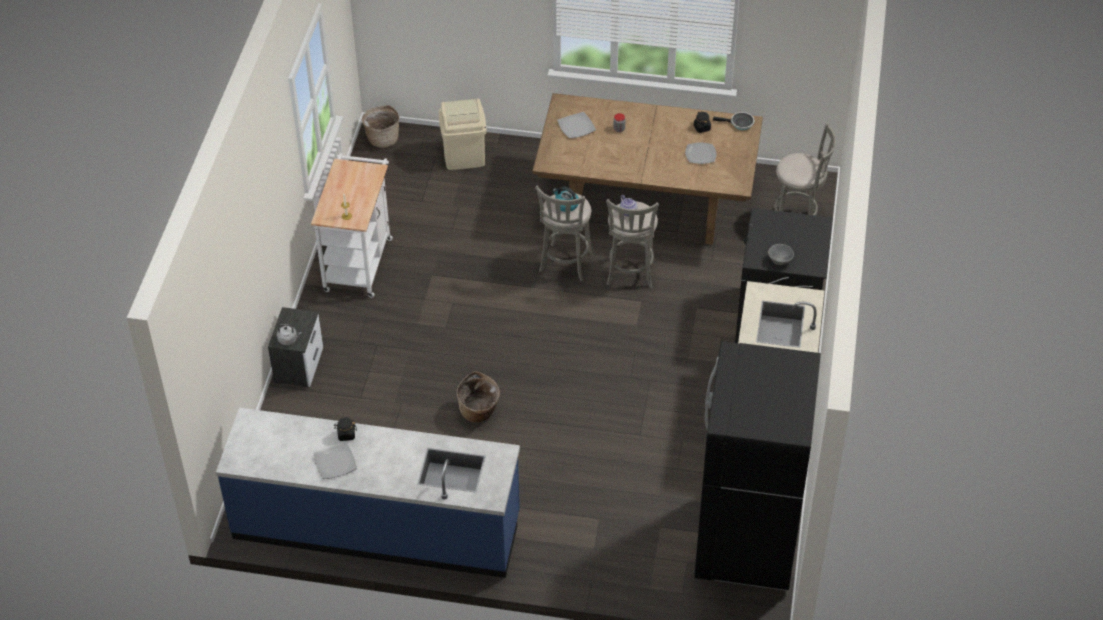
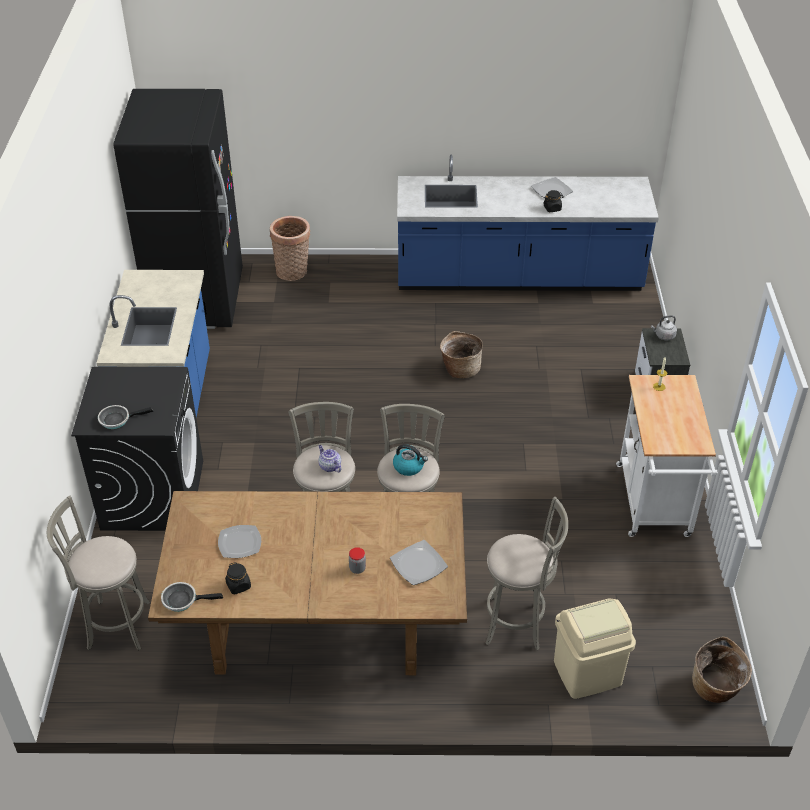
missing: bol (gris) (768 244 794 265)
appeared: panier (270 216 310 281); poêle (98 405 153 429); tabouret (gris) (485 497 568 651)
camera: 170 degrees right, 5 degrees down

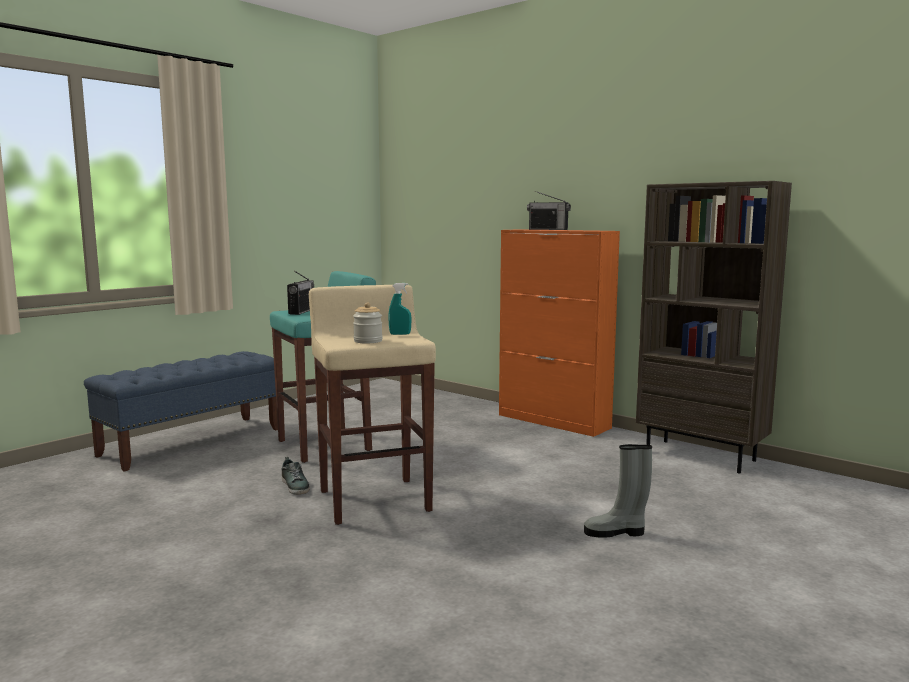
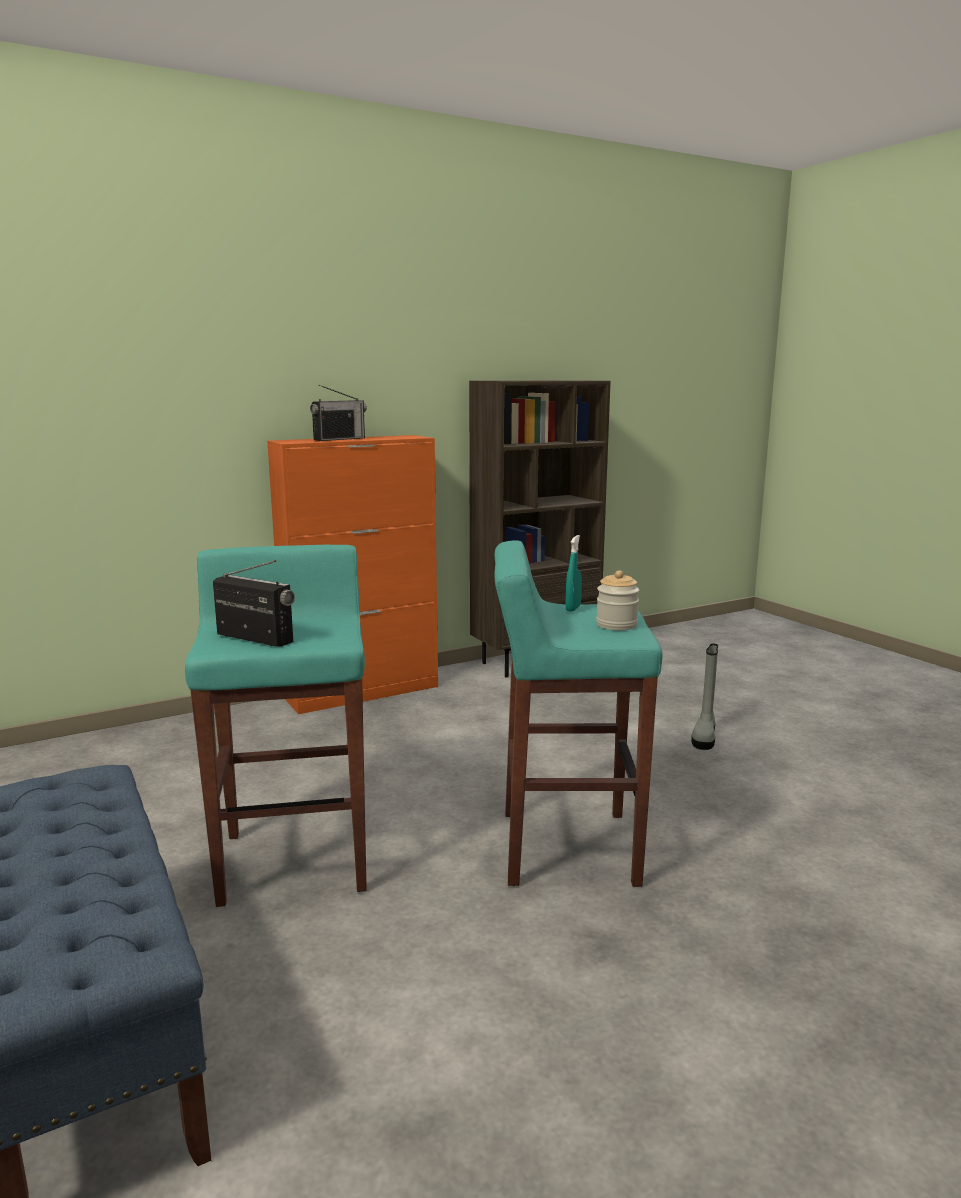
missing: chaussure (282 457 310 495)
colour: tabouret (beige) (309 285 436 525) to tabouret (turquoise) (495 540 662 887)
camera: 70 degrees left, 5 degrees up

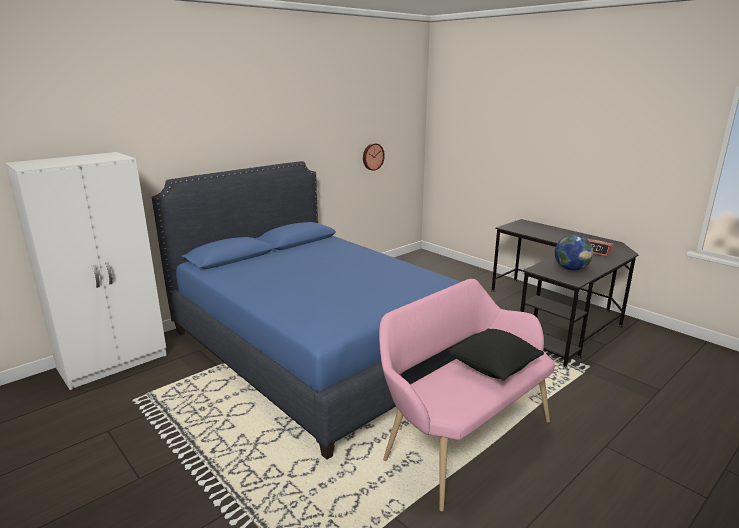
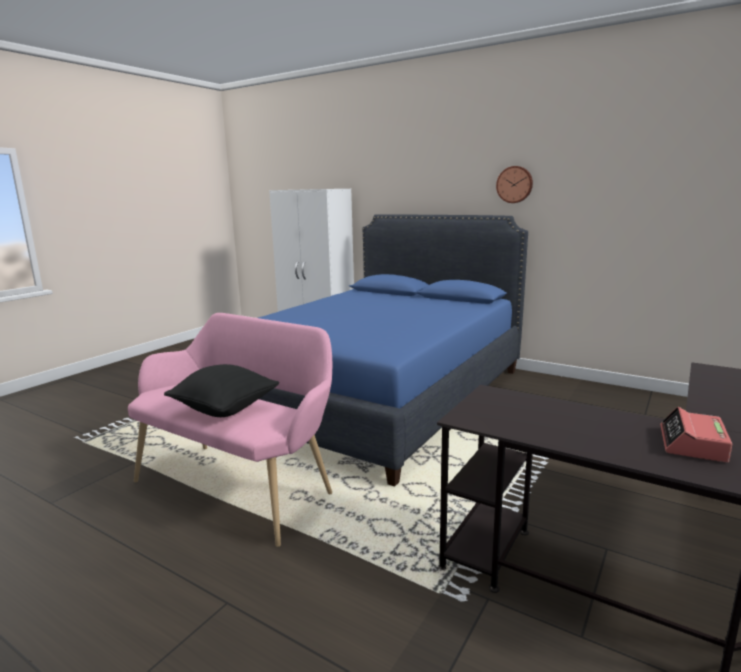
missing: globe (555 235 593 270)
relocated: horloge murale (363 143 385 171) to (496 166 533 203)
camera: 75 degrees right, 5 degrees down

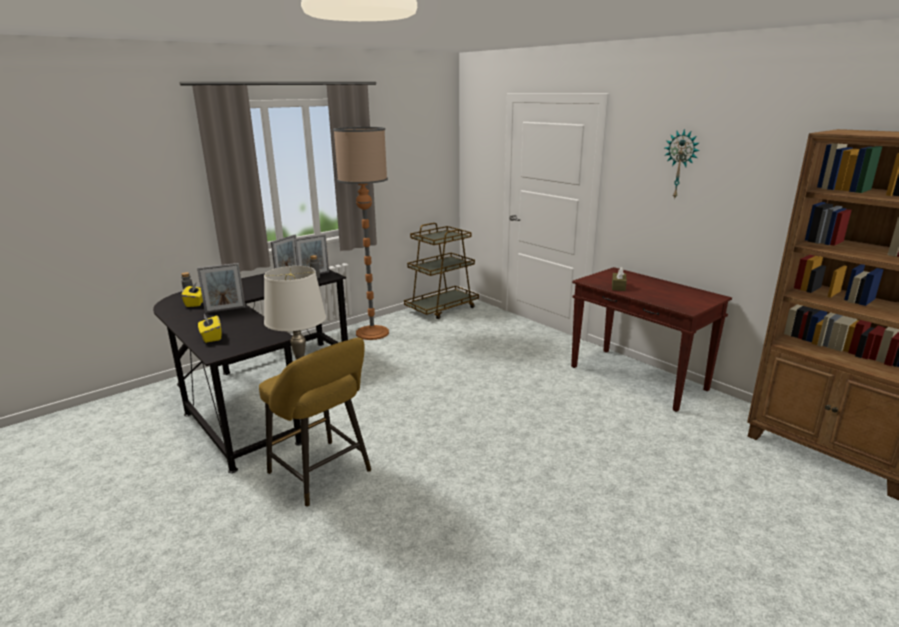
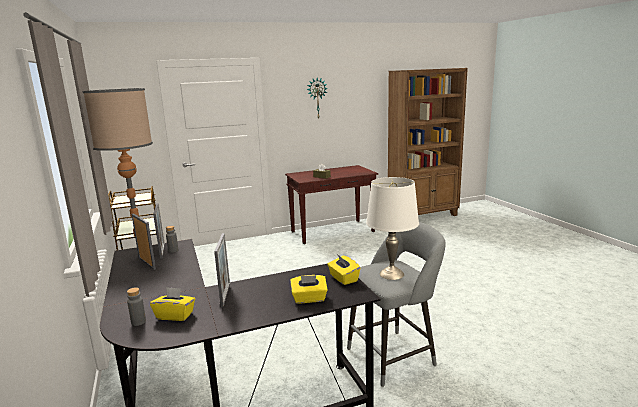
appeared: boîte à mouchoirs (jaune) (327 254 360 285)
colour: tabouret (jaune) (259 338 371 507) to tabouret (gris) (347 222 446 387)
camera: 70 degrees left, 5 degrees down

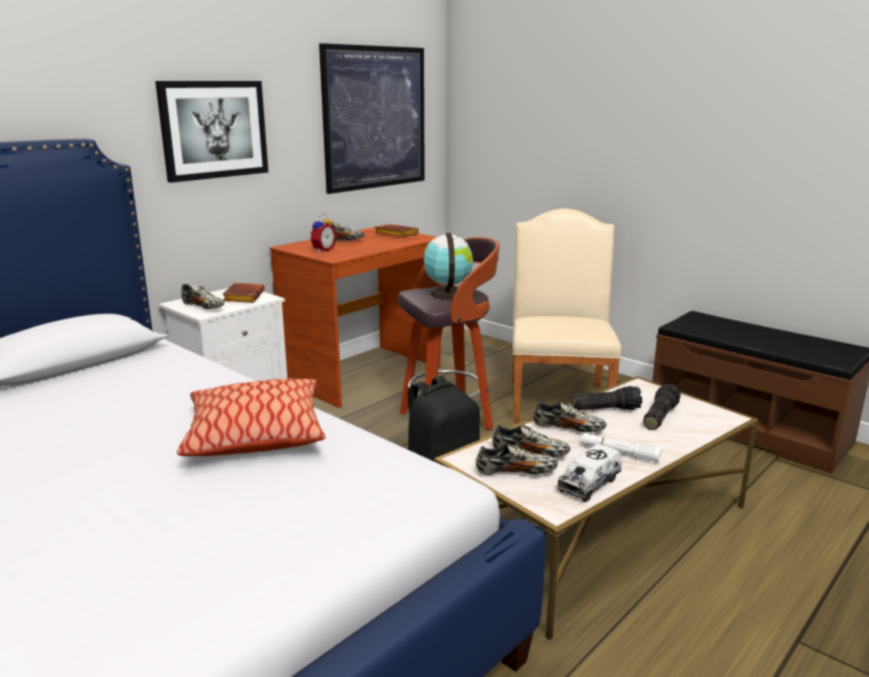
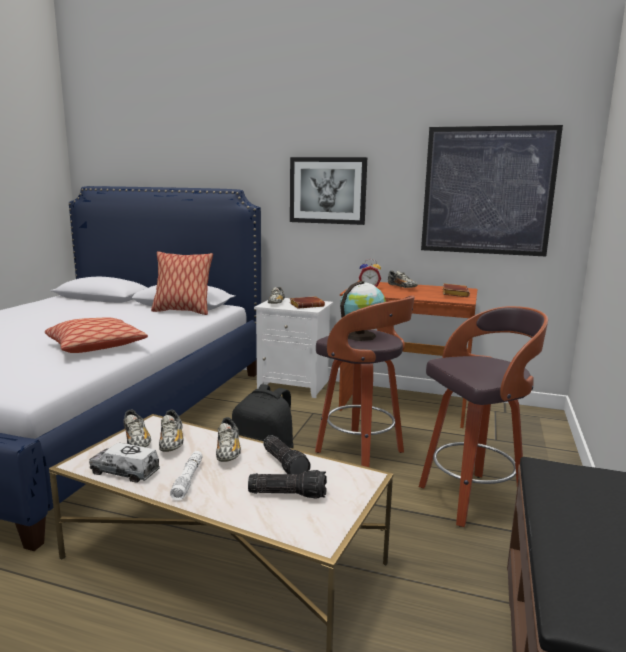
appeared: coussin (151 251 213 315)
exchanged: chaise (beige) (513 209 621 423) to tabouret (419 306 548 527)
camera: 65 degrees right, 5 degrees down

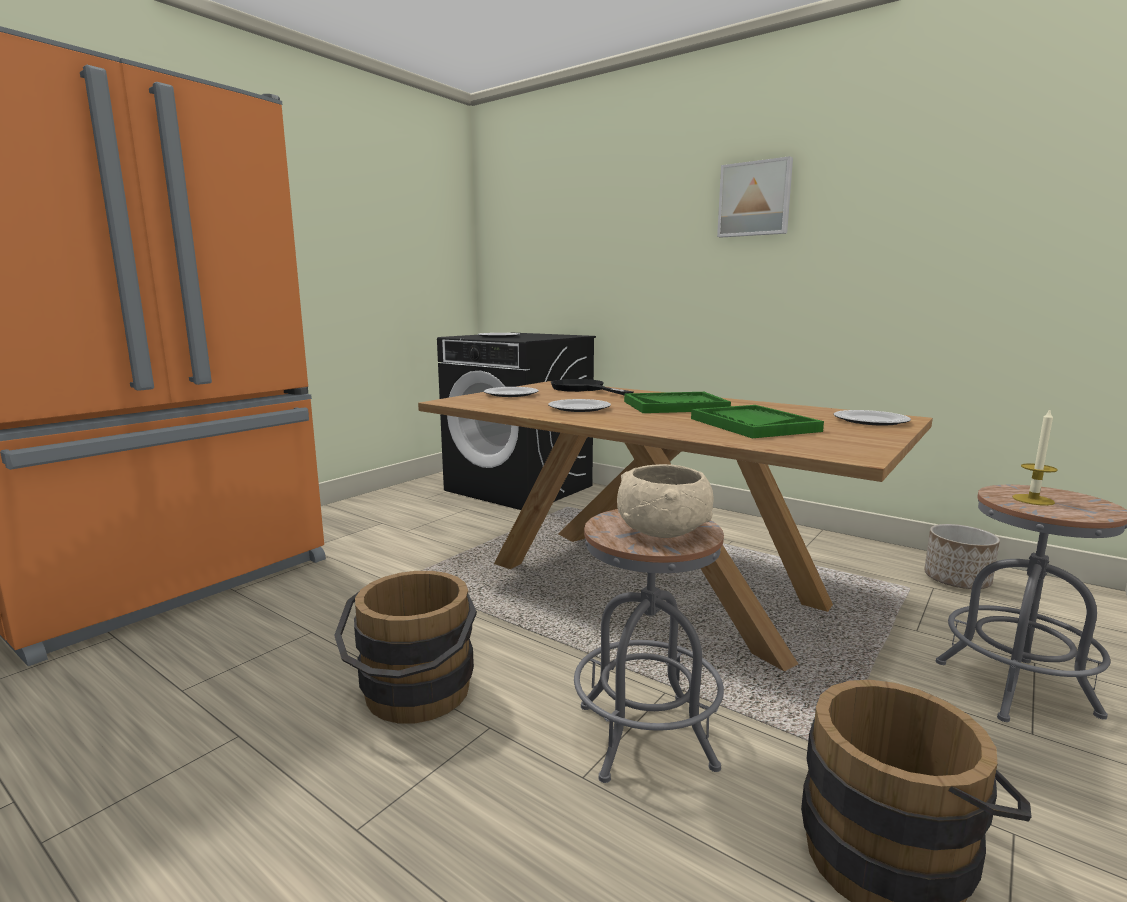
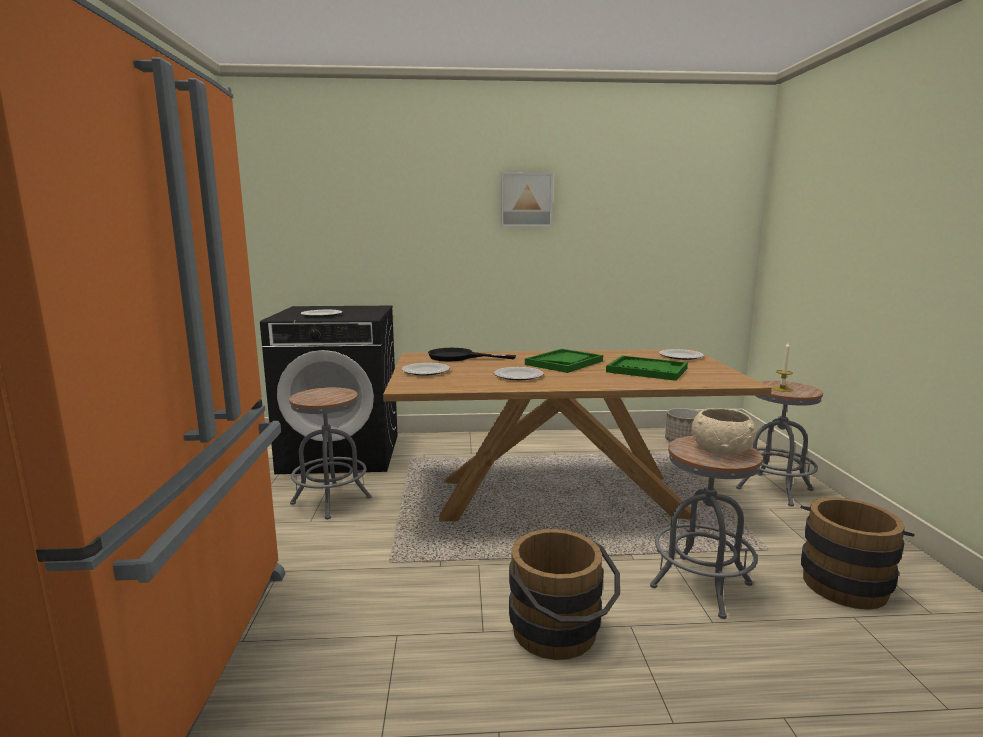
appeared: tabouret (gris) (289 387 371 519)
camera: 40 degrees left, 0 degrees up

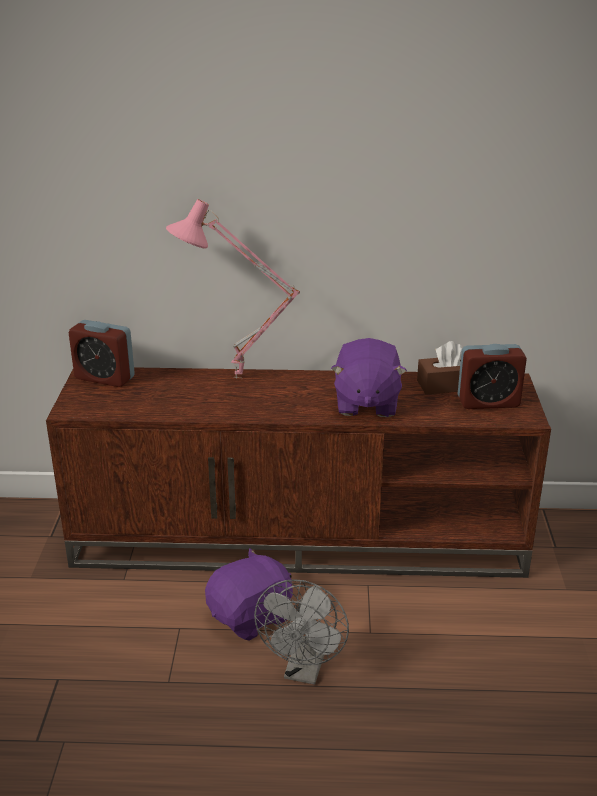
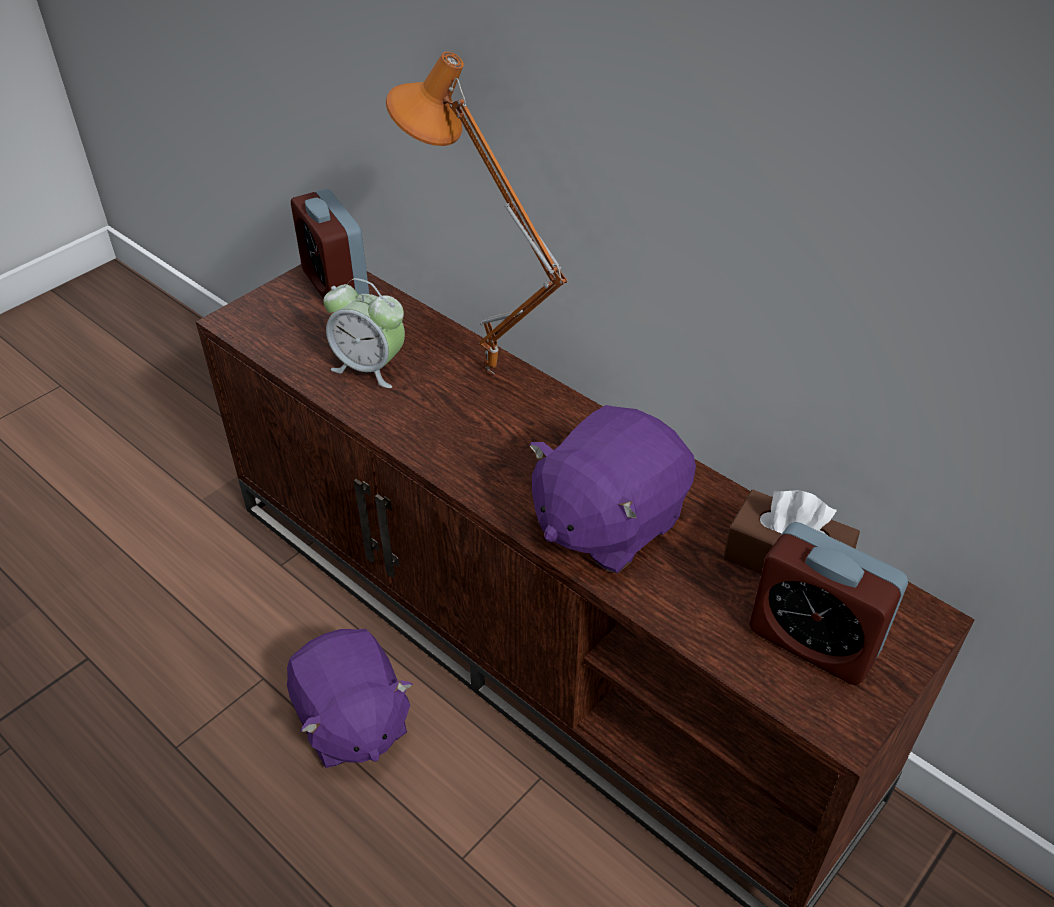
missing: ventilateur (gris) (254 580 349 685)
appeared: réveil (323 278 405 388)
colour: lampe de table (rose) (166 199 300 378) to lampe de table (orange) (386 51 568 375)
spun: peluche (violet) (205 548 293 641) = (287 629 413 768) 60 degrees clockwise
camera: 40 degrees right, 15 degrees up

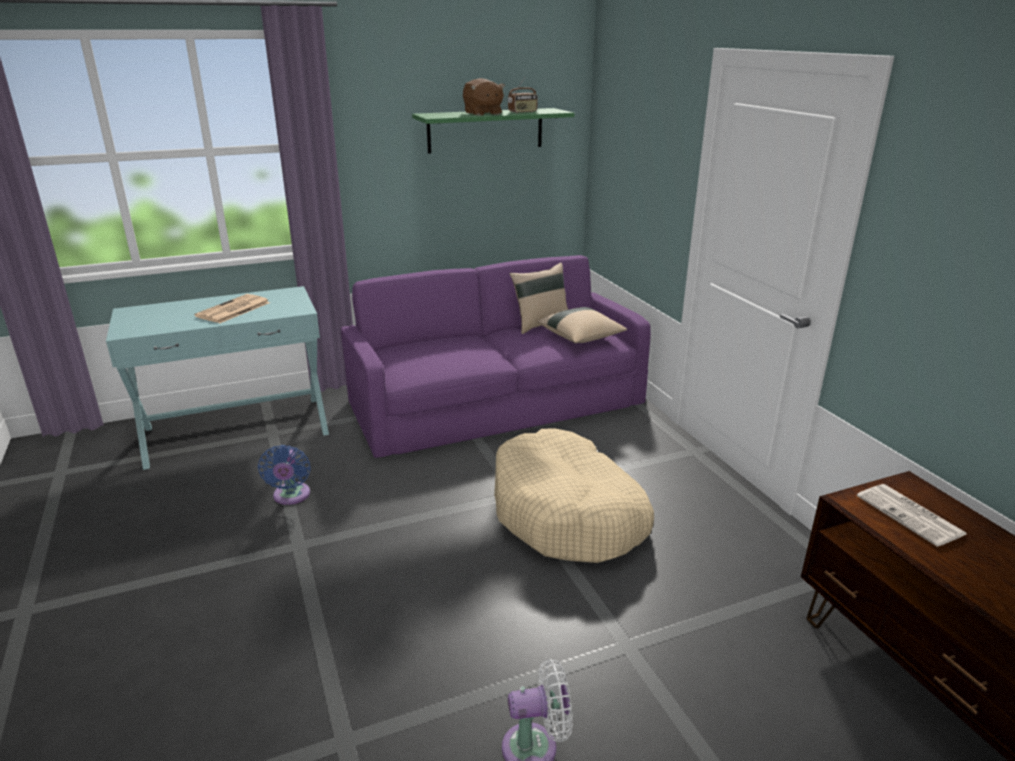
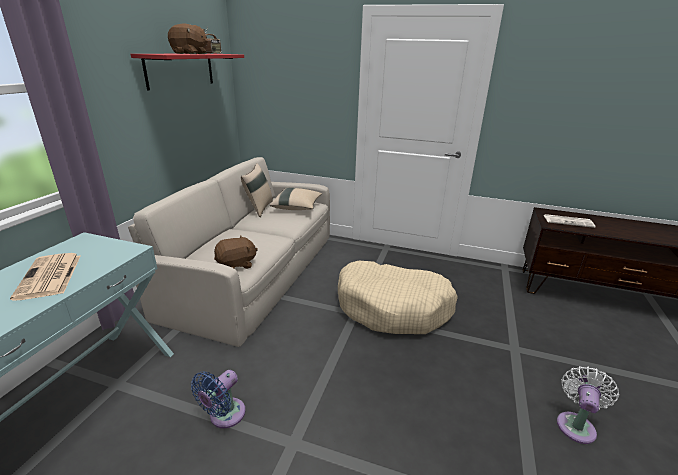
appeared: peluche (marron) (214 235 258 269)
colour: étagère (vert) (412 108 575 154) to étagère (rouge) (131 54 244 91); canapé (violet) (340 255 651 458) to canapé (beige) (128 157 330 347)
spun: ventilateur (bleu) (258 445 311 505) = (191 370 246 428) 90 degrees clockwise
camera: 50 degrees left, 0 degrees up

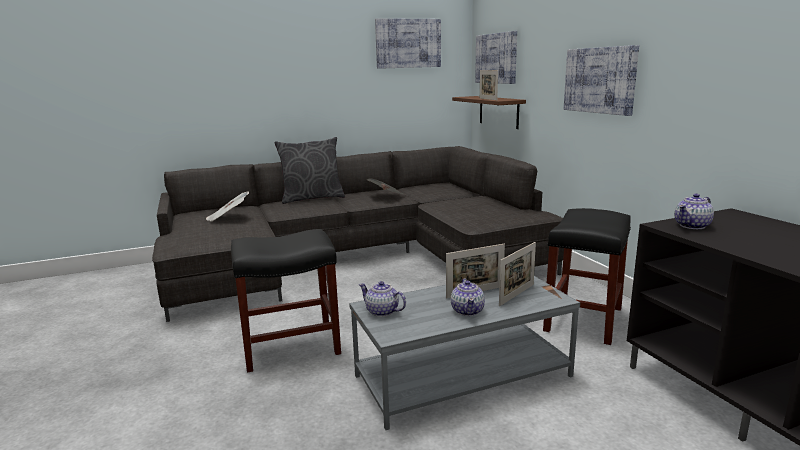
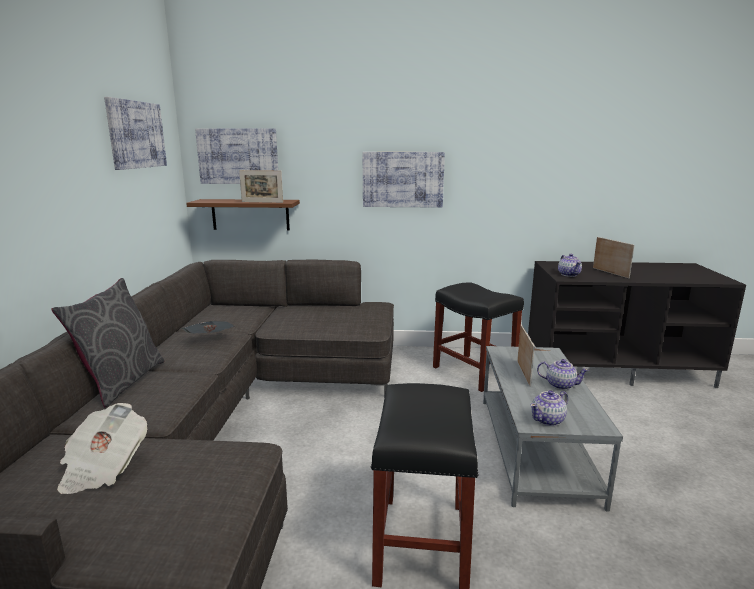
relocated: cadre photo (499 242 536 306) to (593 237 635 278)
camera: 65 degrees left, 0 degrees up

